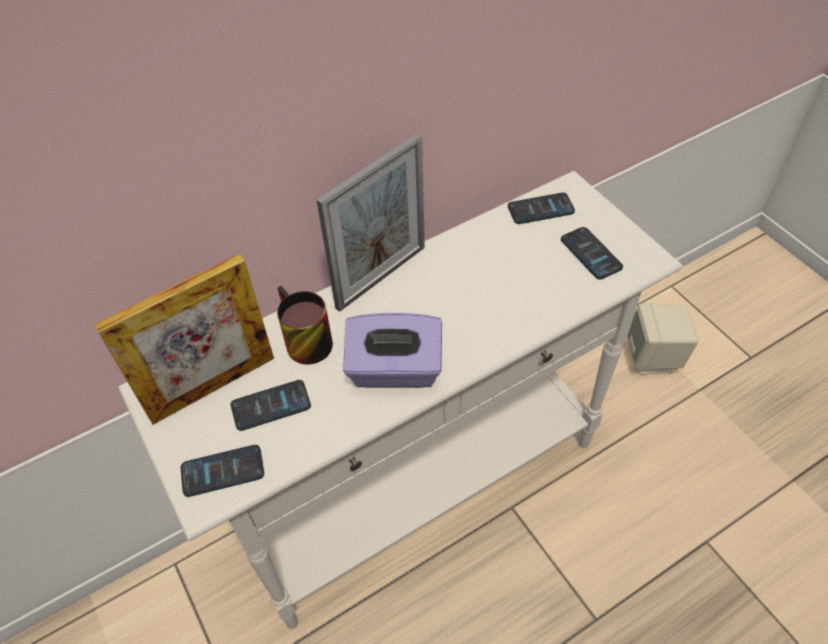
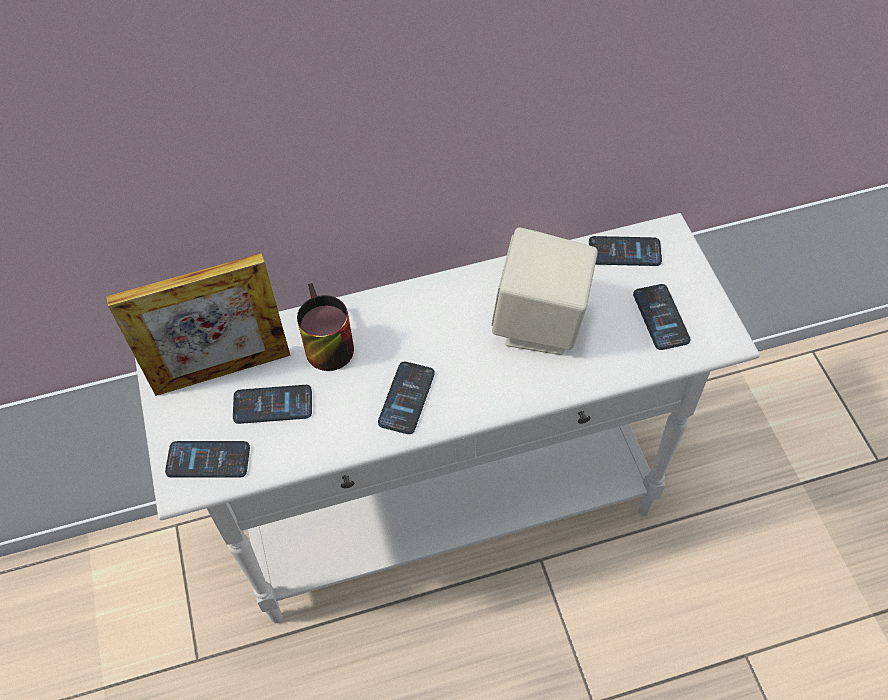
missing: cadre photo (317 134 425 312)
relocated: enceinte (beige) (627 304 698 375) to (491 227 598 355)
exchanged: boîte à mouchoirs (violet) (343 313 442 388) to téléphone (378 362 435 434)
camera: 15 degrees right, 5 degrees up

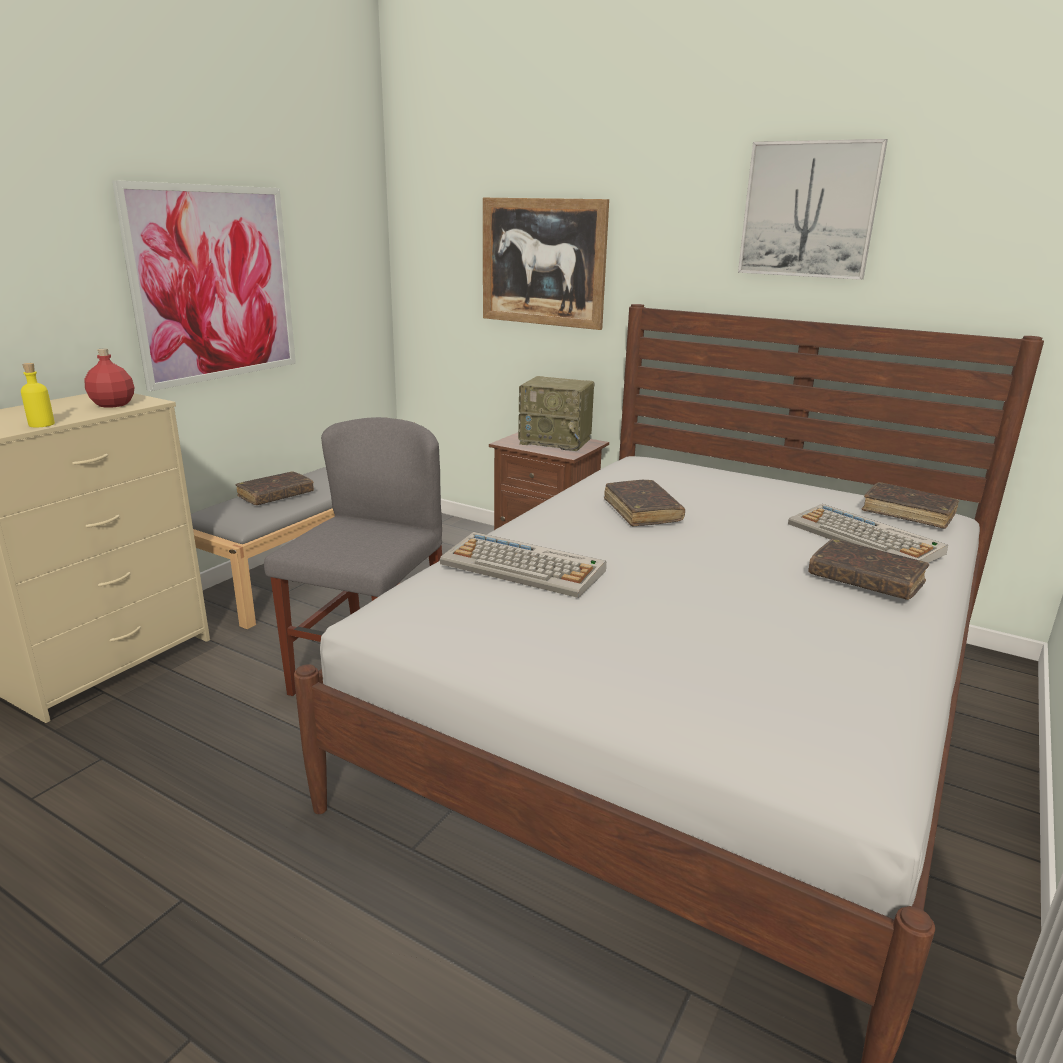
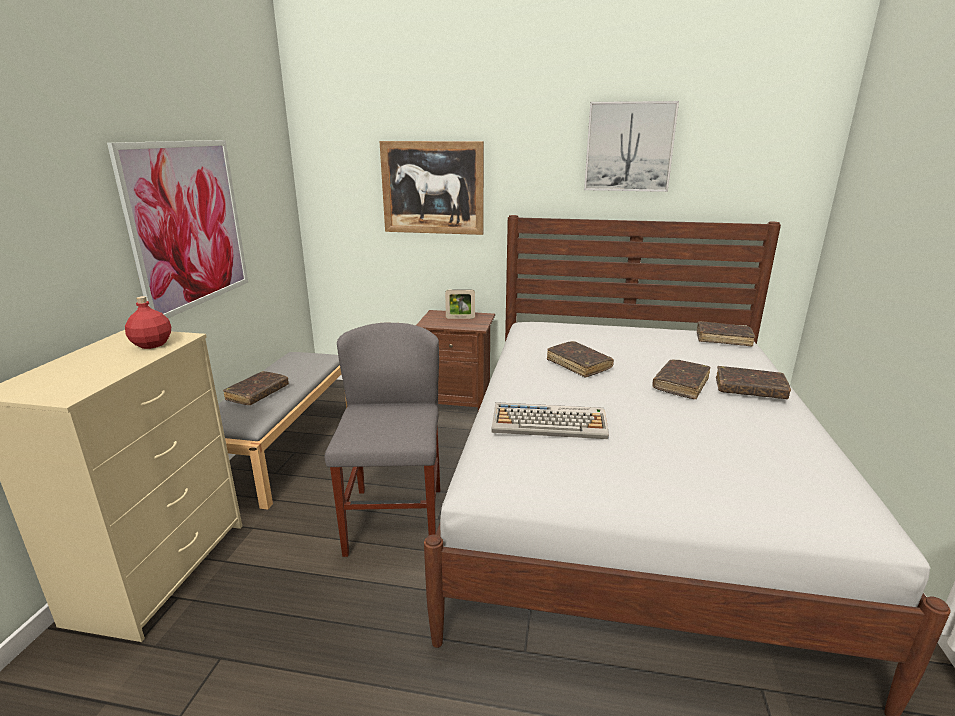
missing: bouteille (jaune) (21 363 55 427); clavier (788 504 948 563)
appeared: livre (marron) (652 360 711 399)
exchanged: radio (518 376 594 451) to cadre photo (445 290 475 319)
camera: 20 degrees left, 0 degrees up

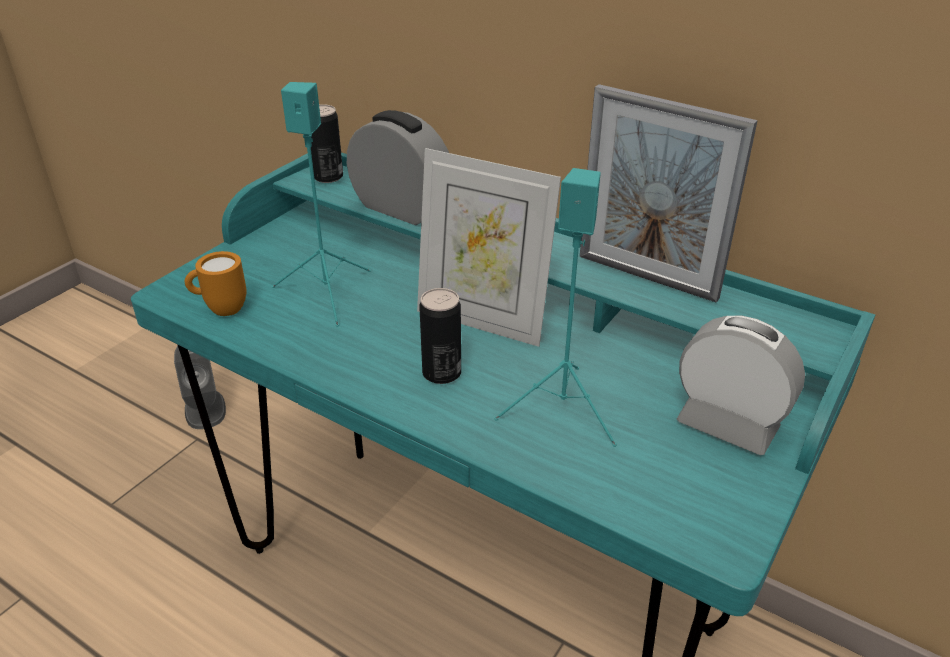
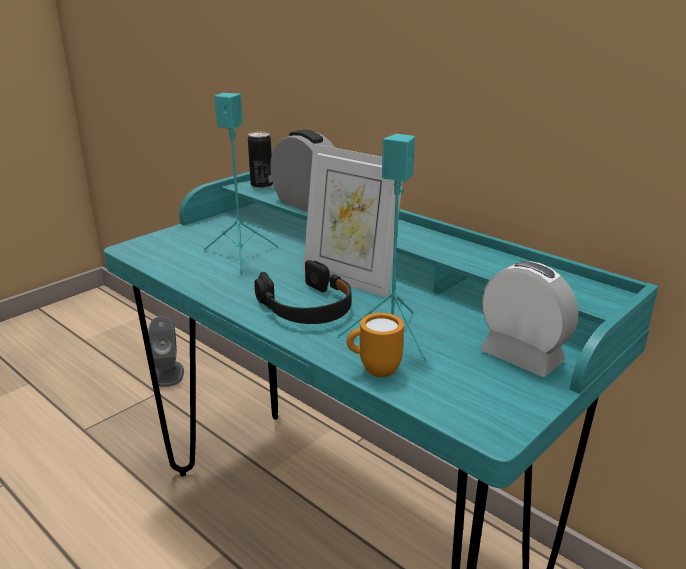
missing: cadre photo (580 84 758 303)
relocated: mug (orange) (185 251 246 316) to (346 313 404 377)
exchanged: boîte métallique (419 288 461 384) to casque audio (noir) (254 260 351 324)
camera: 10 degrees right, 10 degrees down

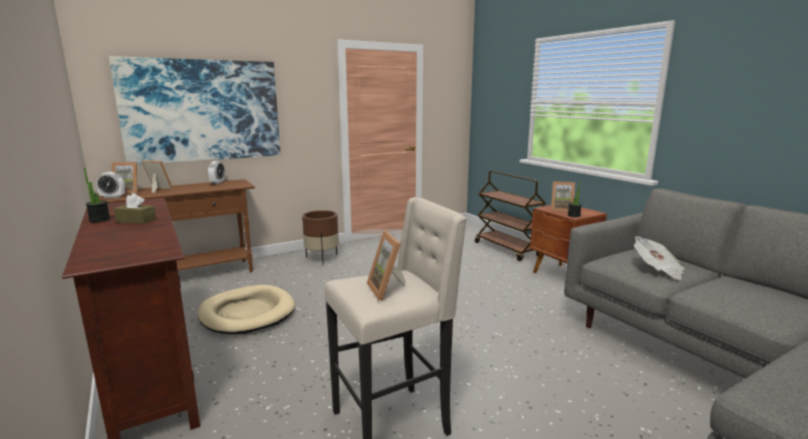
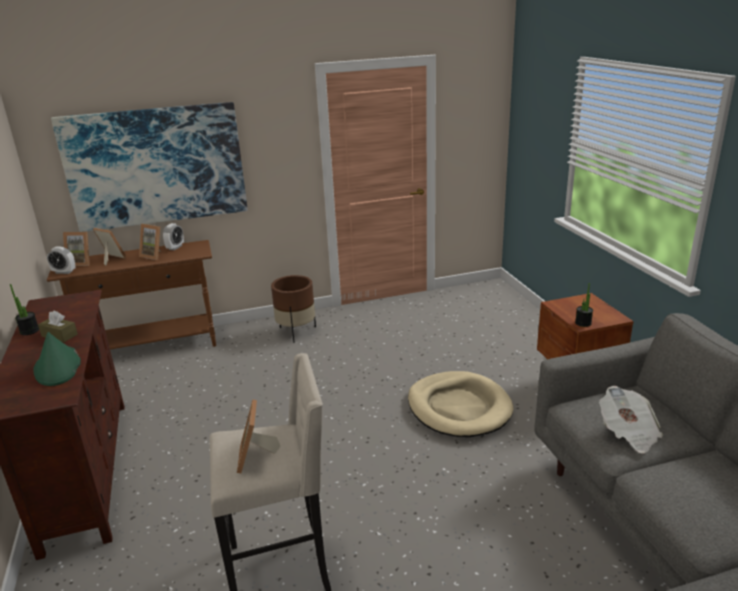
missing: chariot (marron) (475 171 546 261)
appeared: chapeau (vert) (33 332 81 386)
relocated: cadre photo (551 181 575 212) to (139 224 161 260); panier pour chien (beige) (198 285 295 334) to (408 371 513 437)
camera: 15 degrees right, 10 degrees up

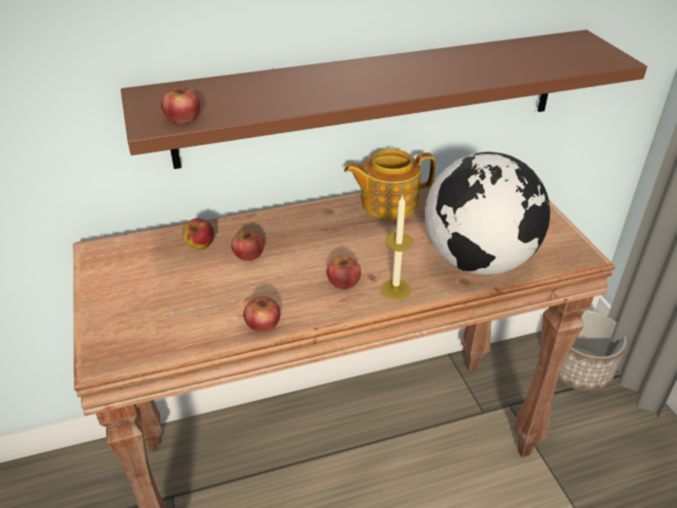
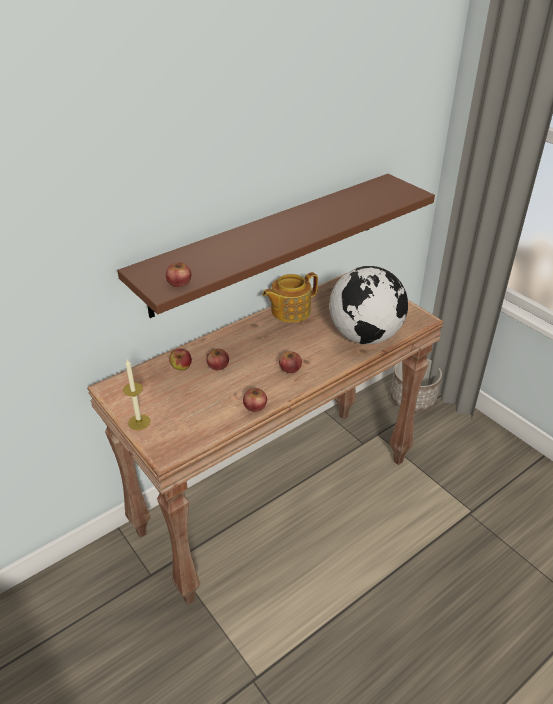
relocated: bougie (381 194 413 300) to (123 359 150 430)
camera: 20 degrees left, 0 degrees up

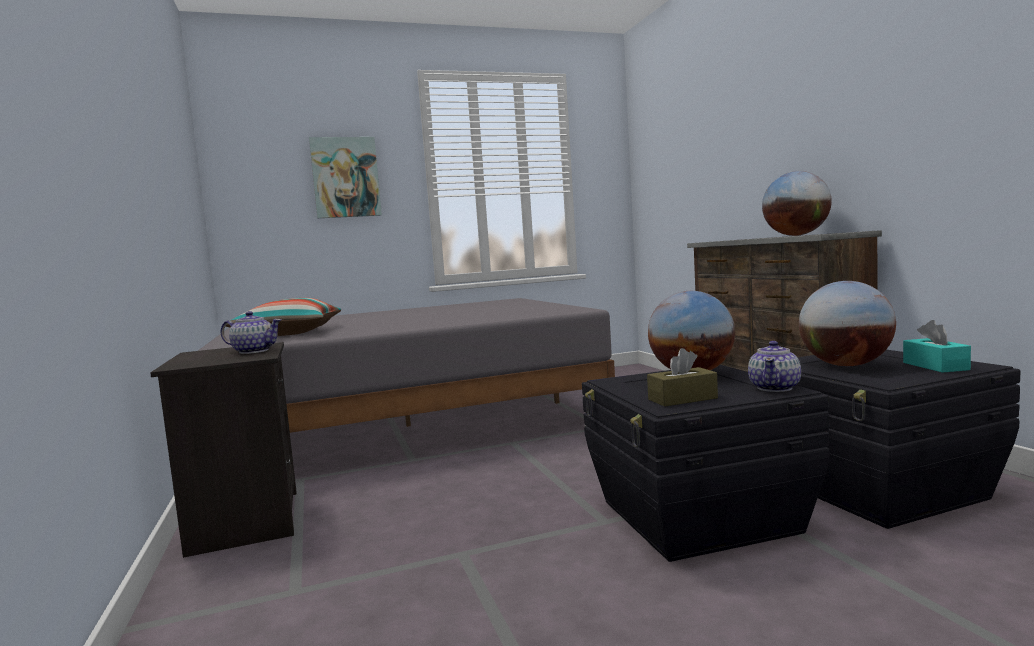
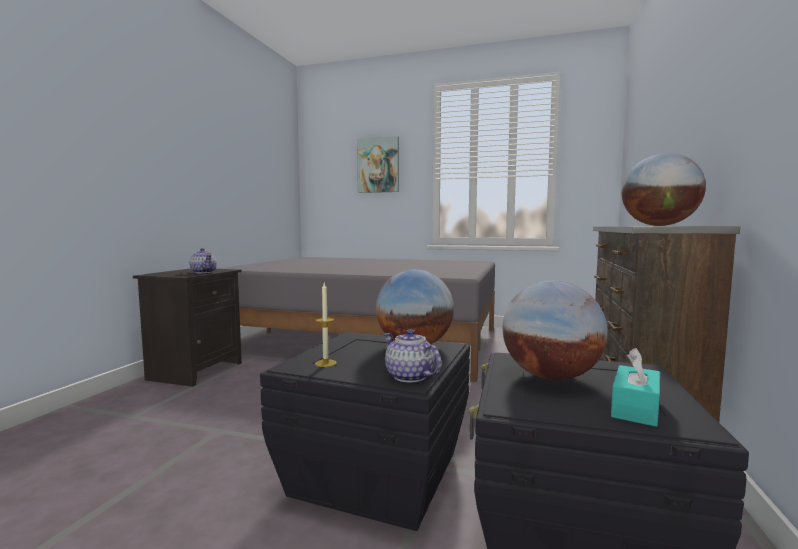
missing: coussin (226 298 341 336)
exchanged: boîte à mouchoirs (marron) (647 348 718 407) to bougie (315 283 337 367)
spun: théière (748 341 801 392) = (384 329 441 382) 75 degrees clockwise
camera: 35 degrees right, 0 degrees up

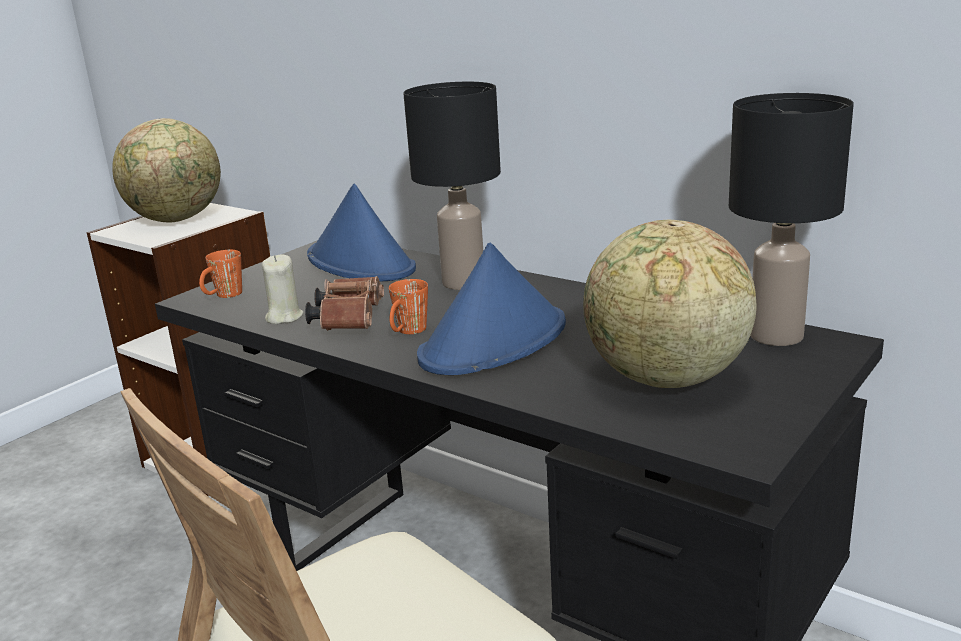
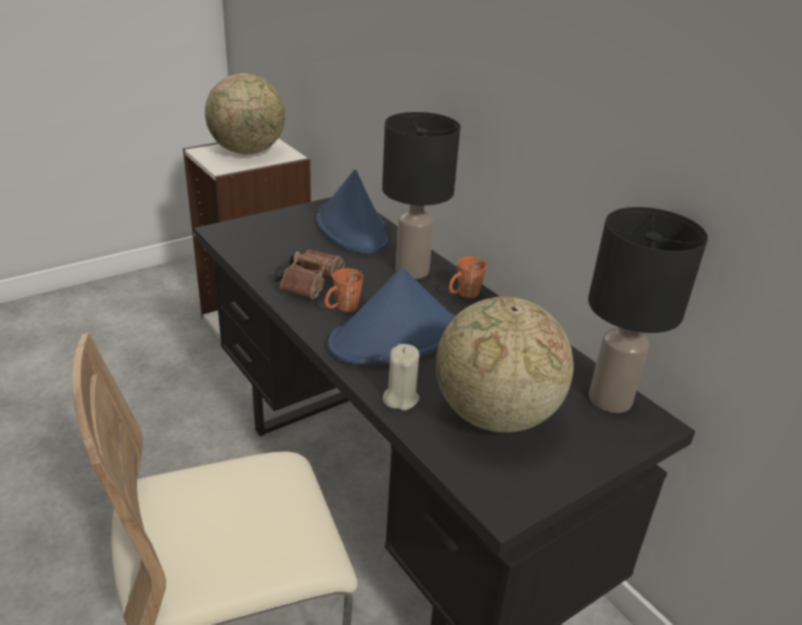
relocated: mug (orange) (199 250 242 298) to (449 256 487 298); bougie (beige) (262 255 304 324) to (383 344 419 410)
camera: 15 degrees right, 10 degrees up

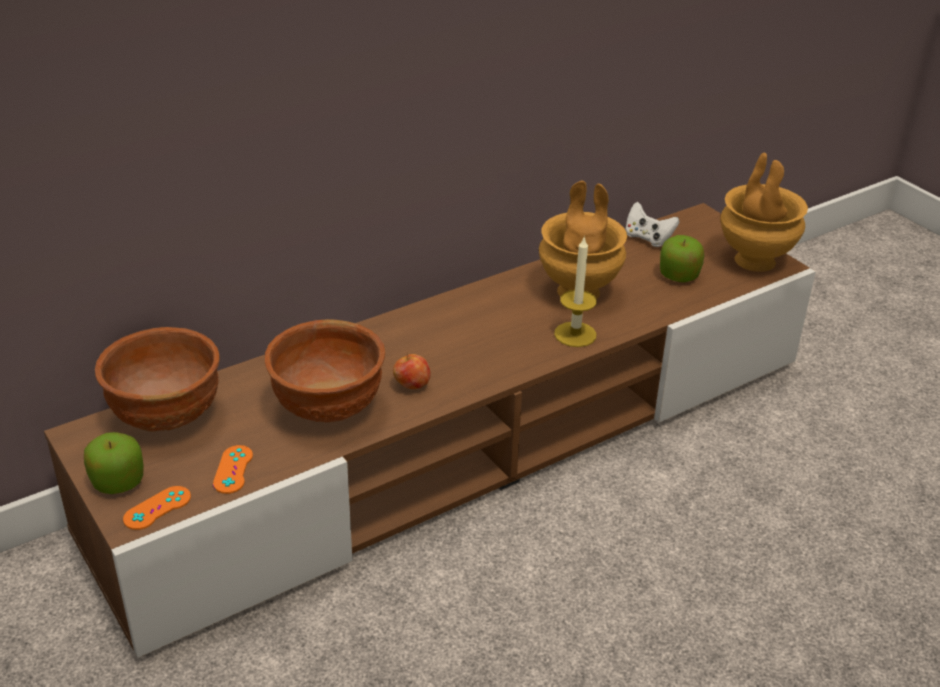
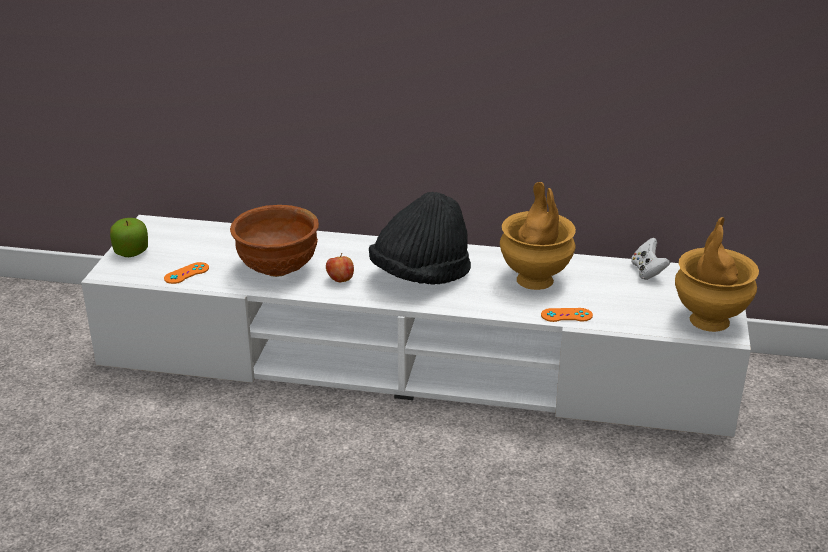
missing: pomme (660 235 704 282); bougie (554 236 597 347); bol (marron) (95 327 219 432)
appeared: chapeau (noir) (369 192 471 285)
relocated: manette (orange) (123 486 191 530) to (541 308 593 322)
colour: meuble télé (marron) (44 203 816 658) to meuble télé (blanc) (81 215 751 437)
camera: 45 degrees right, 5 degrees down

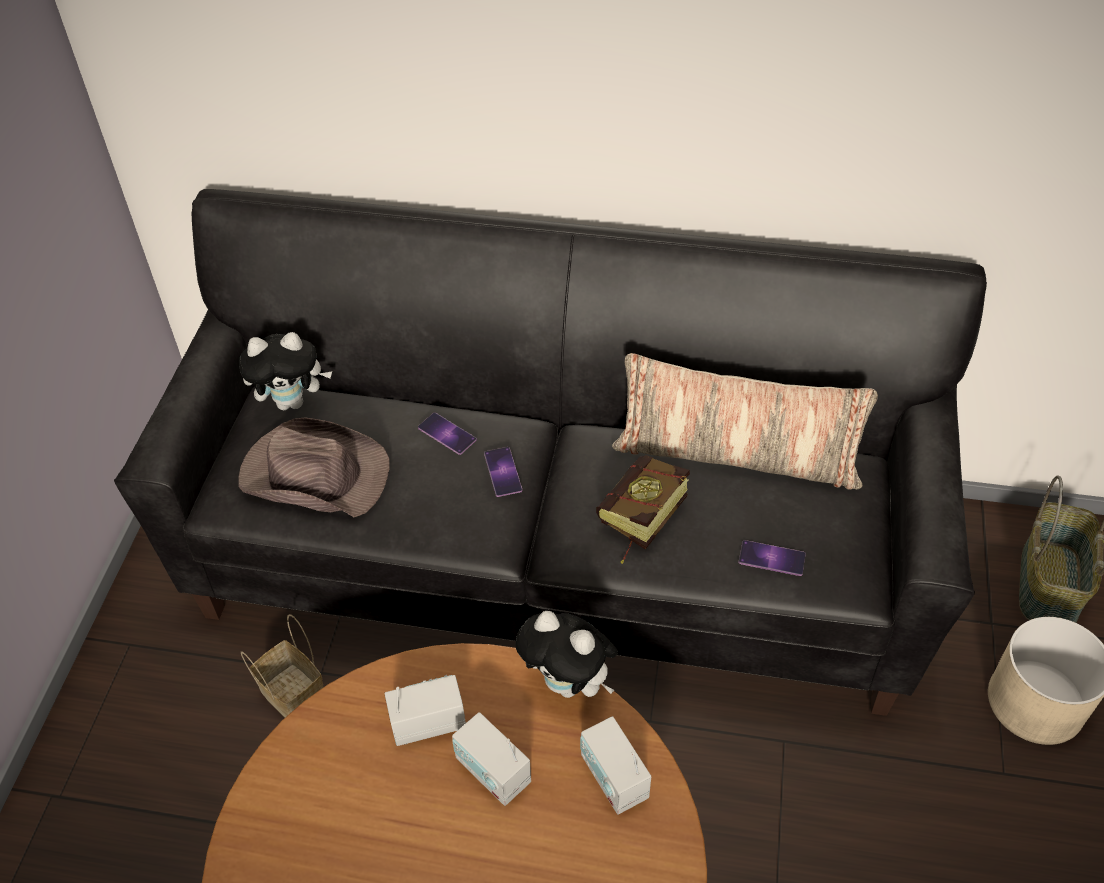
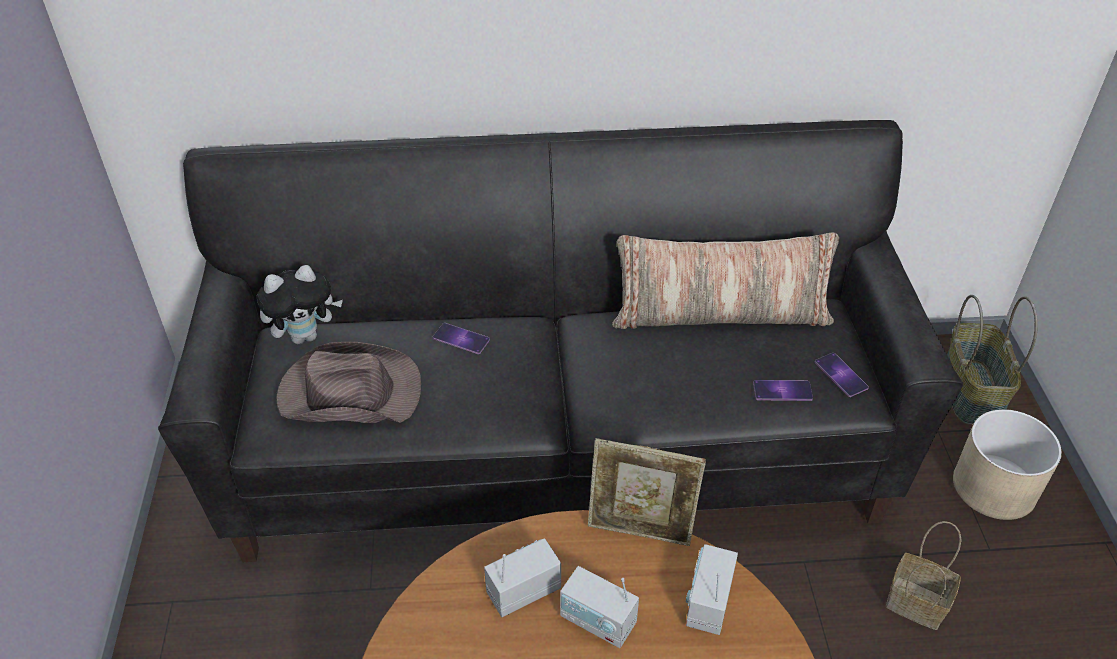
missing: livre (596 455 690 564)
relocated: téléphone (484 447 522 497) to (815 353 869 397); panier (241 614 323 717) to (886 521 961 630)
exchanged: peluche (515 611 618 698) to cadre photo (588 438 706 546)
spun: radio (580 716 651 815) = (686 544 738 635) 60 degrees clockwise
camera: 15 degrees left, 5 degrees down

